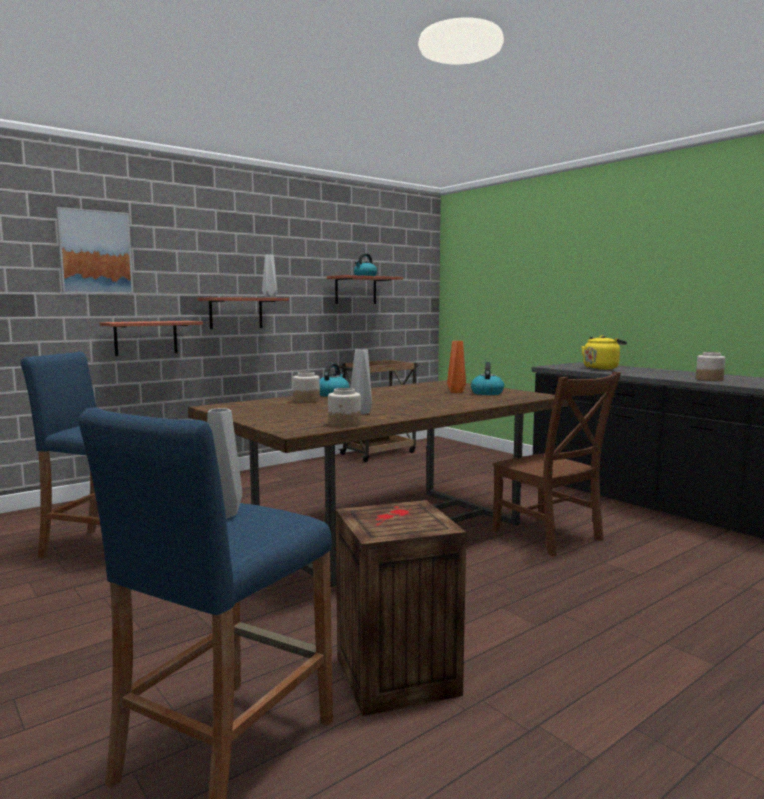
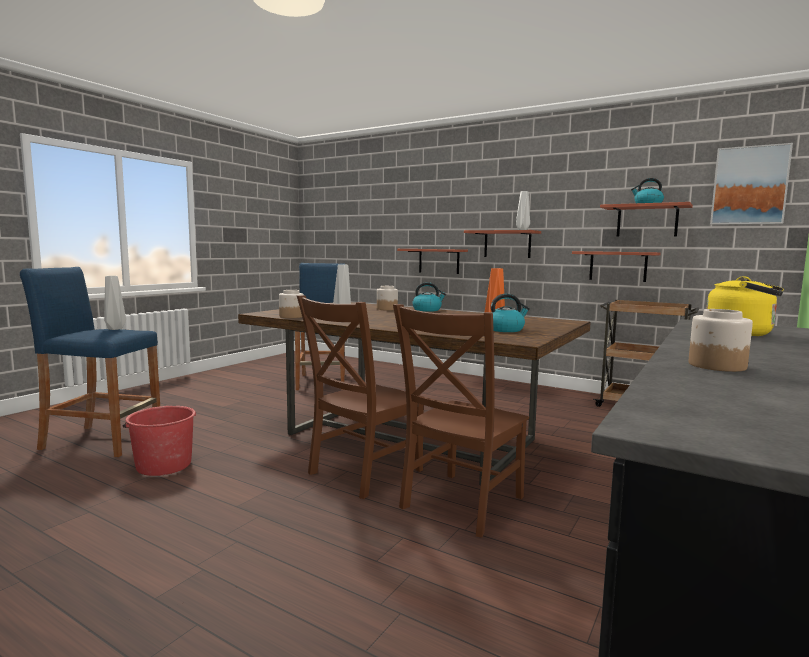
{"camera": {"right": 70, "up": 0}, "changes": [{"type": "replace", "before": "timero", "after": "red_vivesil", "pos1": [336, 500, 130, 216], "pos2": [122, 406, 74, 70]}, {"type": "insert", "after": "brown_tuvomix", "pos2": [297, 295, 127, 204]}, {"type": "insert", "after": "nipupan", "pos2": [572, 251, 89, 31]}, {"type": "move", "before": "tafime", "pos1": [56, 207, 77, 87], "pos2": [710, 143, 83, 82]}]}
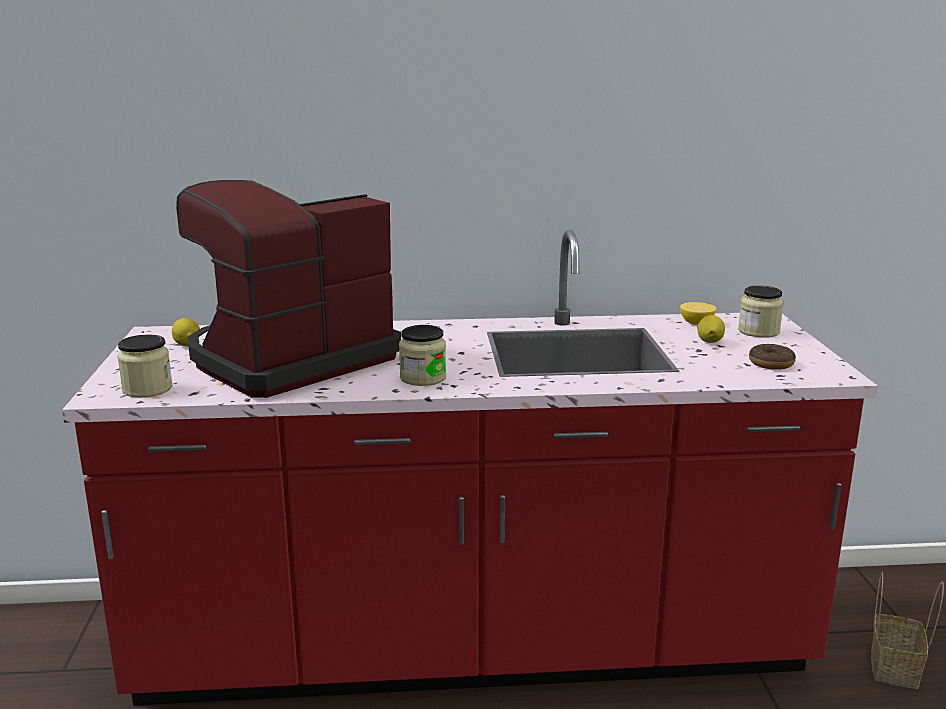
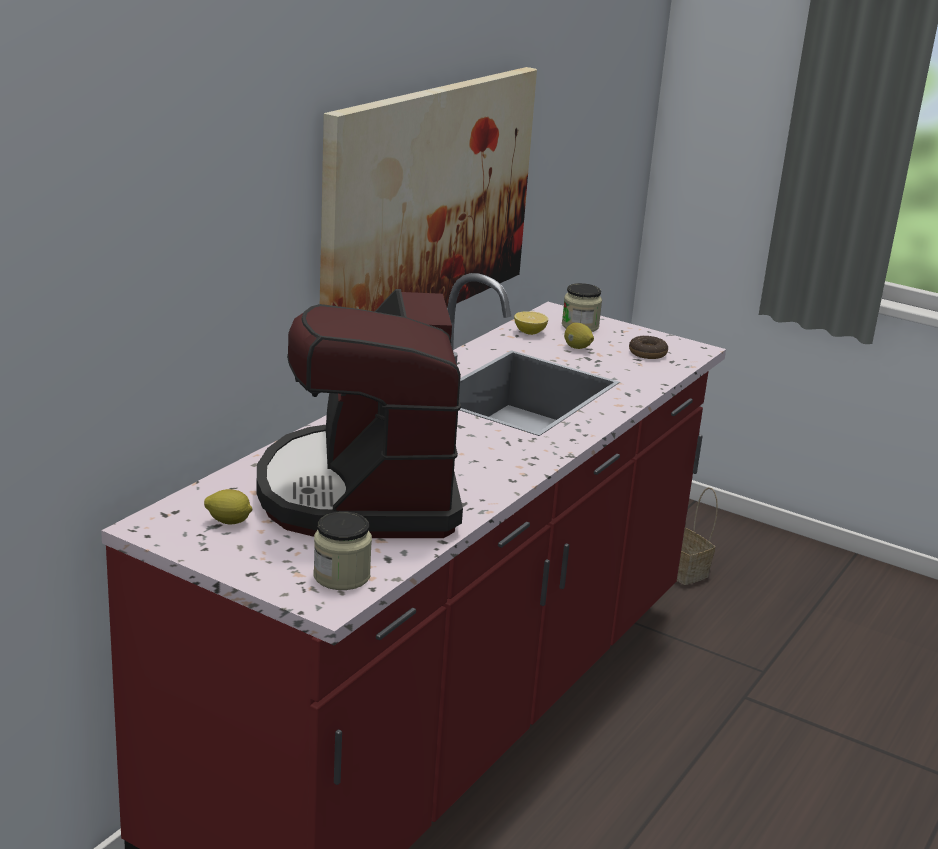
{"camera": {"right": -55, "up": 5}, "changes": [{"type": "insert", "after": "tafime", "pos2": [320, 67, 217, 245]}, {"type": "delete", "before": "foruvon", "pos1": [399, 325, 47, 61]}]}
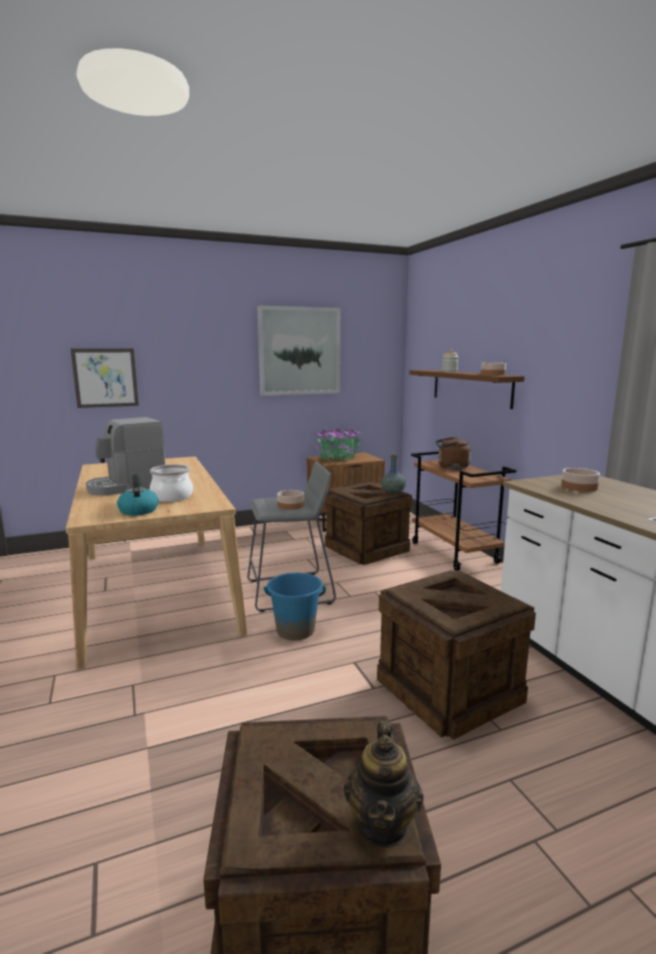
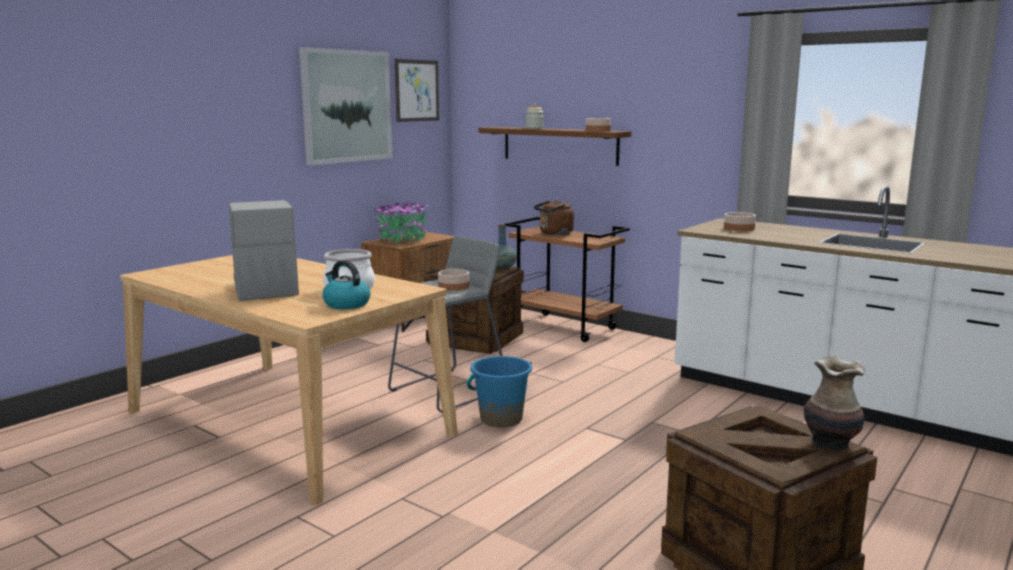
{"camera": {"right": -30, "up": 0}, "changes": [{"type": "rotate", "before": "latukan", "pos1": [86, 417, 79, 79], "pos2": [229, 200, 70, 101], "turn": 135}, {"type": "move", "before": "tafime", "pos1": [71, 349, 68, 59], "pos2": [394, 59, 45, 63]}, {"type": "replace", "before": "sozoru", "after": "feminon", "pos1": [344, 721, 80, 126], "pos2": [803, 355, 62, 96]}, {"type": "delete", "before": "timero", "pos1": [377, 570, 159, 170]}]}
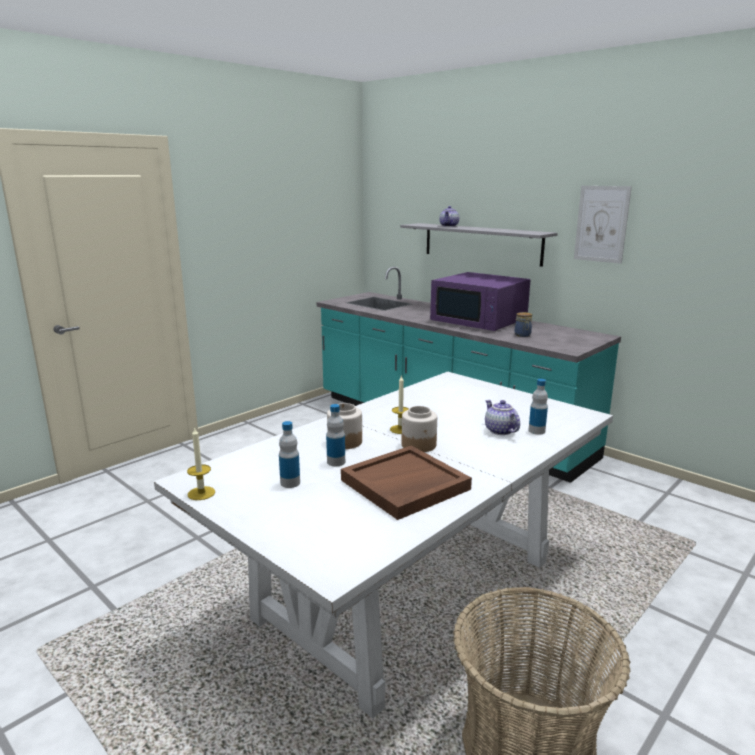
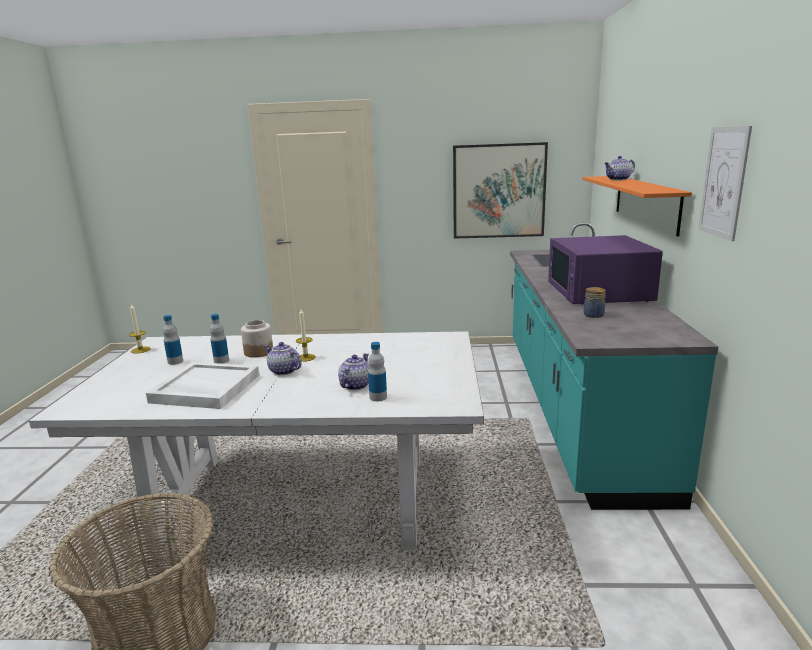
{"camera": {"right": 50, "up": 0}, "changes": [{"type": "recolor", "before": "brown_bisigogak", "after": "white_bisigogak", "pos1": [341, 446, 131, 74], "pos2": [146, 362, 113, 47]}, {"type": "replace", "before": "foruvon", "after": "sozoru", "pos1": [402, 406, 35, 46], "pos2": [264, 342, 38, 33]}, {"type": "insert", "after": "tafime", "pos2": [453, 142, 95, 97]}, {"type": "recolor", "before": "grey_nipupan", "after": "orange_nipupan", "pos1": [400, 223, 158, 44], "pos2": [583, 176, 109, 60]}]}
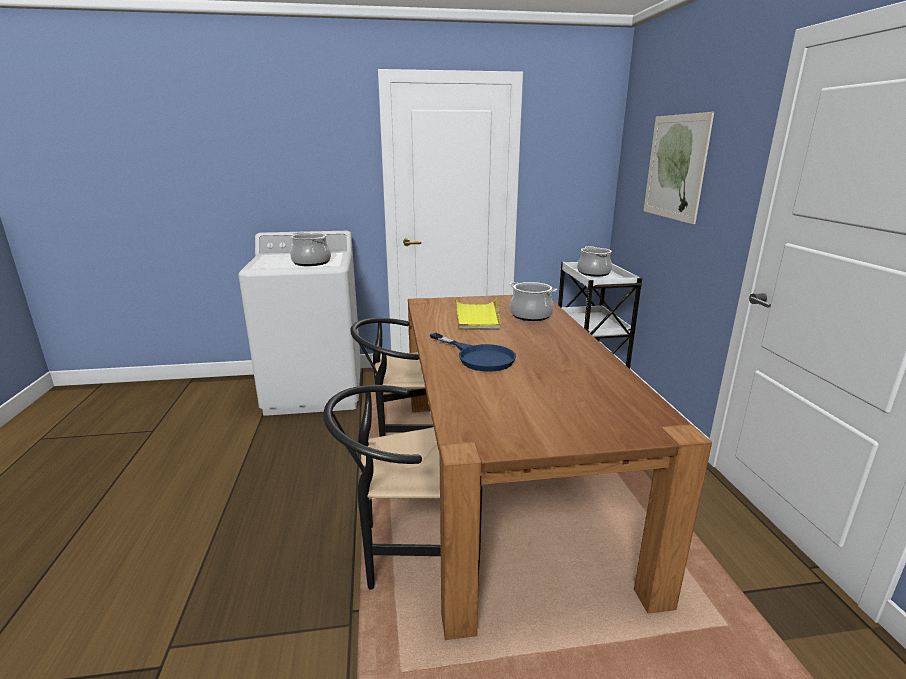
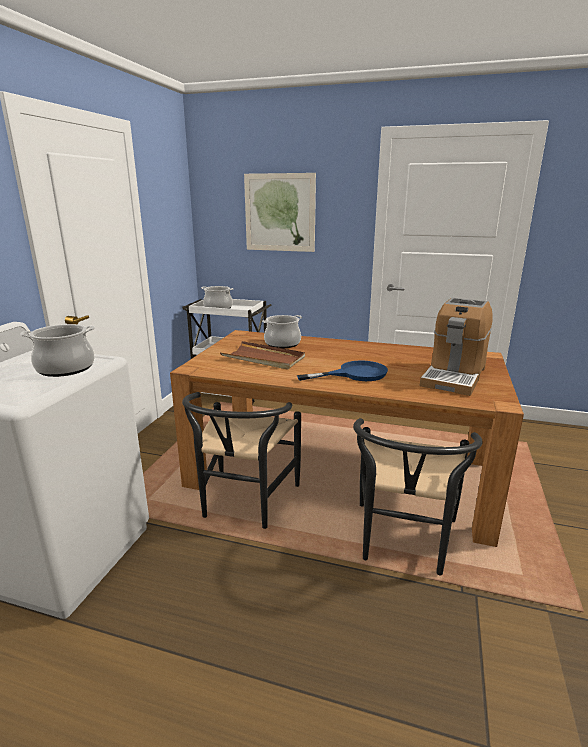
{"camera": {"right": -65, "up": 0}, "changes": [{"type": "recolor", "before": "yellow_bisigogak", "after": "brown_bisigogak", "pos1": [455, 298, 45, 32], "pos2": [220, 341, 85, 29]}, {"type": "insert", "after": "latukan", "pos2": [420, 298, 73, 98]}]}
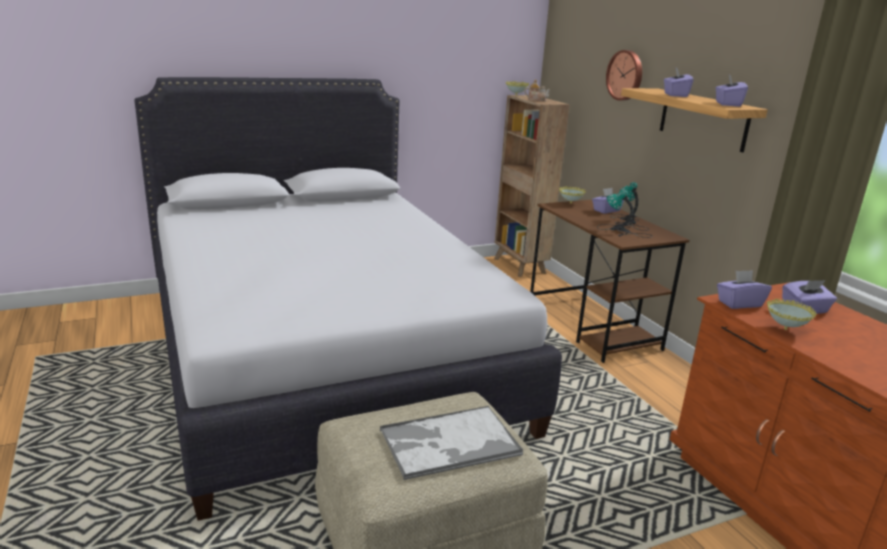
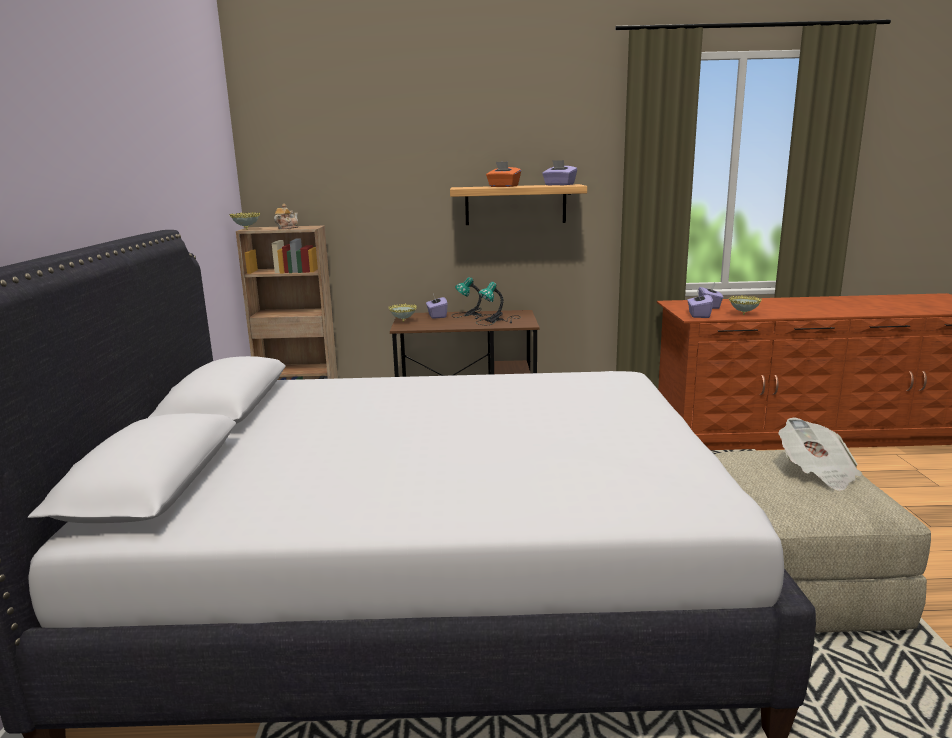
{"camera": {"right": -65, "up": -5}, "changes": [{"type": "recolor", "before": "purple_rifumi", "after": "orange_rifumi", "pos1": [664, 68, 29, 29], "pos2": [486, 162, 35, 25]}, {"type": "replace", "before": "bisigogak", "after": "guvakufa", "pos1": [380, 406, 143, 74], "pos2": [779, 418, 83, 73]}, {"type": "delete", "before": "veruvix", "pos1": [606, 50, 36, 51]}]}
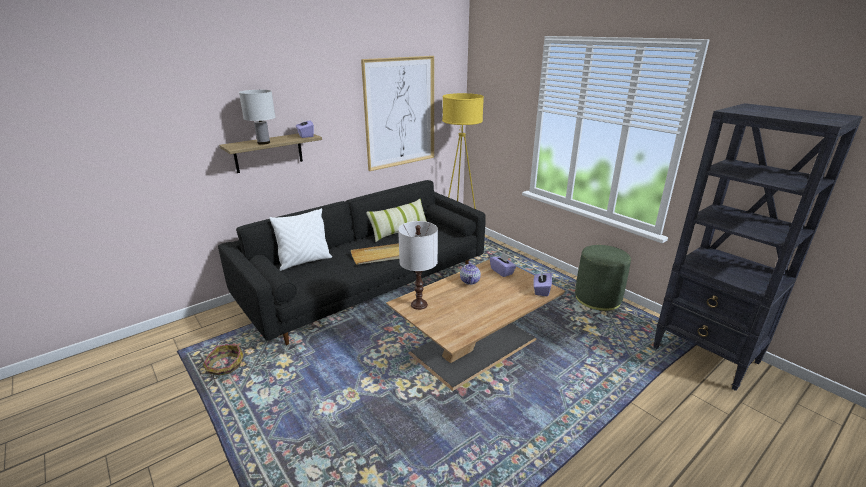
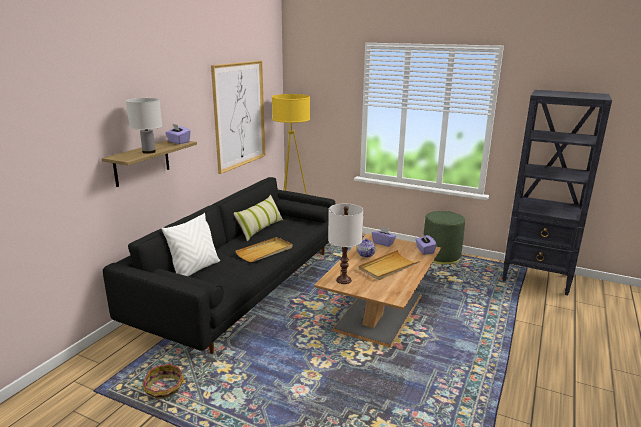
{"camera": {"right": -25, "up": -5}, "changes": [{"type": "insert", "after": "beige_bisigogak", "pos2": [359, 250, 61, 30]}]}
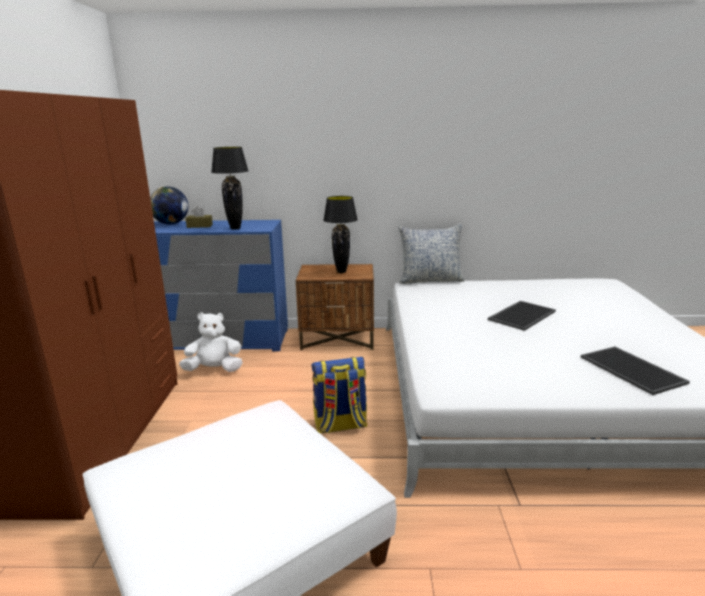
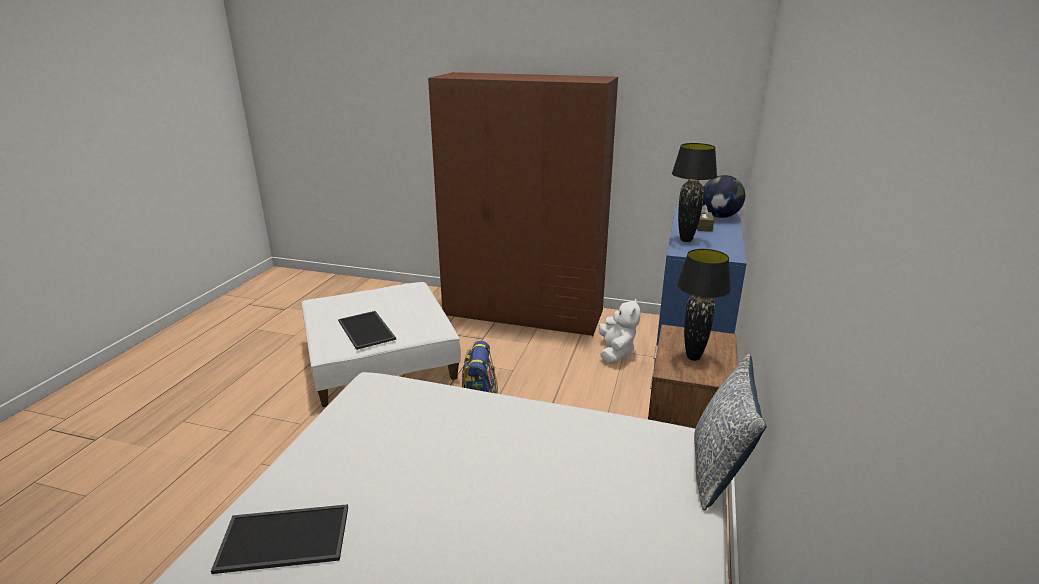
{"camera": {"right": 105, "up": 5}, "changes": [{"type": "move", "before": "bisigogak", "pos1": [488, 301, 68, 30], "pos2": [338, 311, 58, 39]}]}
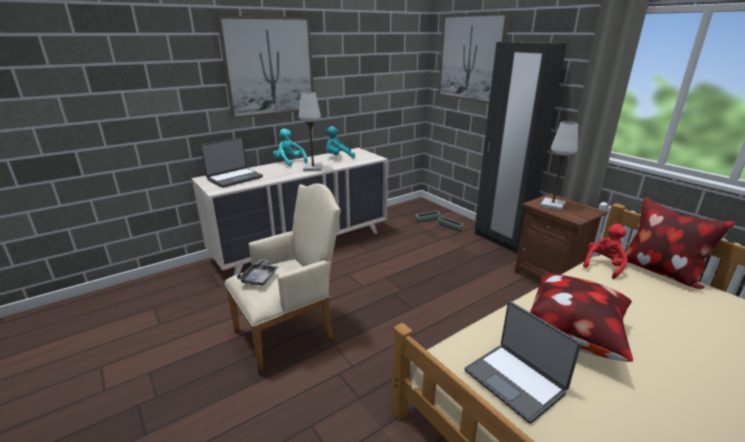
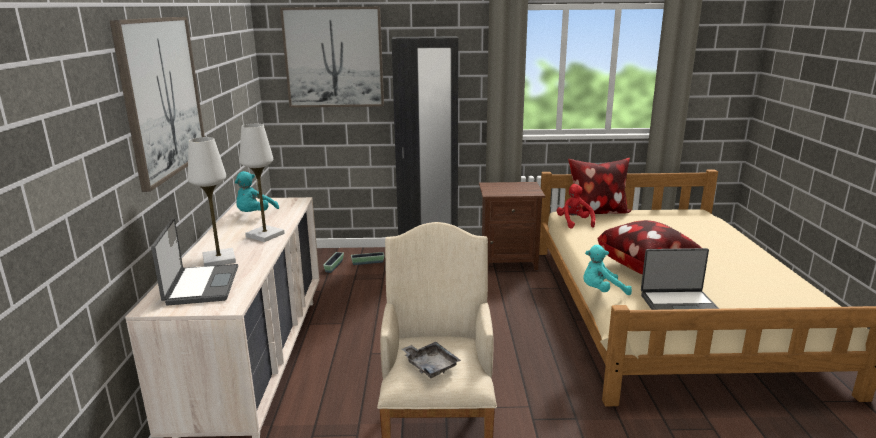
{"camera": {"right": -55, "up": -5}, "changes": [{"type": "move", "before": "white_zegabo", "pos1": [540, 121, 38, 90], "pos2": [188, 137, 48, 129]}, {"type": "move", "before": "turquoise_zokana", "pos1": [273, 129, 35, 37], "pos2": [583, 245, 49, 50]}]}
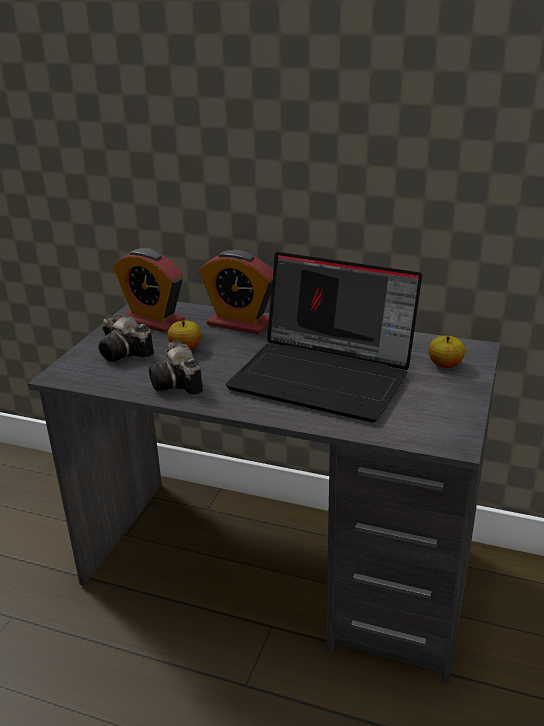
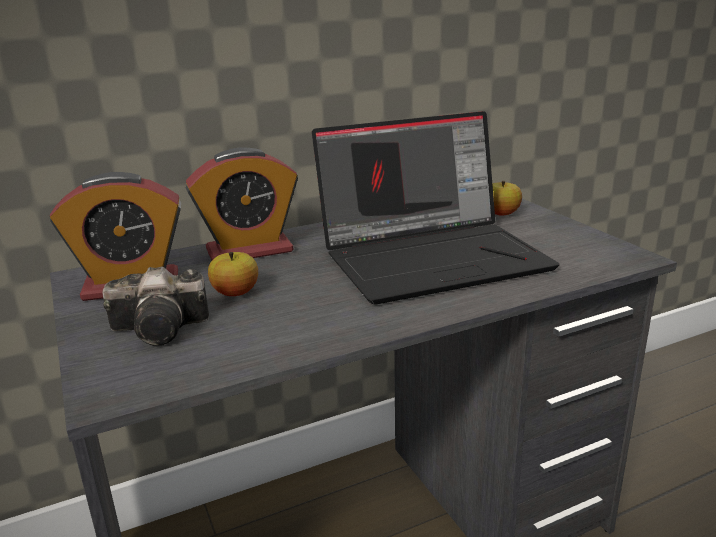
{"camera": {"right": -45, "up": -5}, "changes": [{"type": "delete", "before": "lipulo", "pos1": [149, 340, 54, 56]}]}
